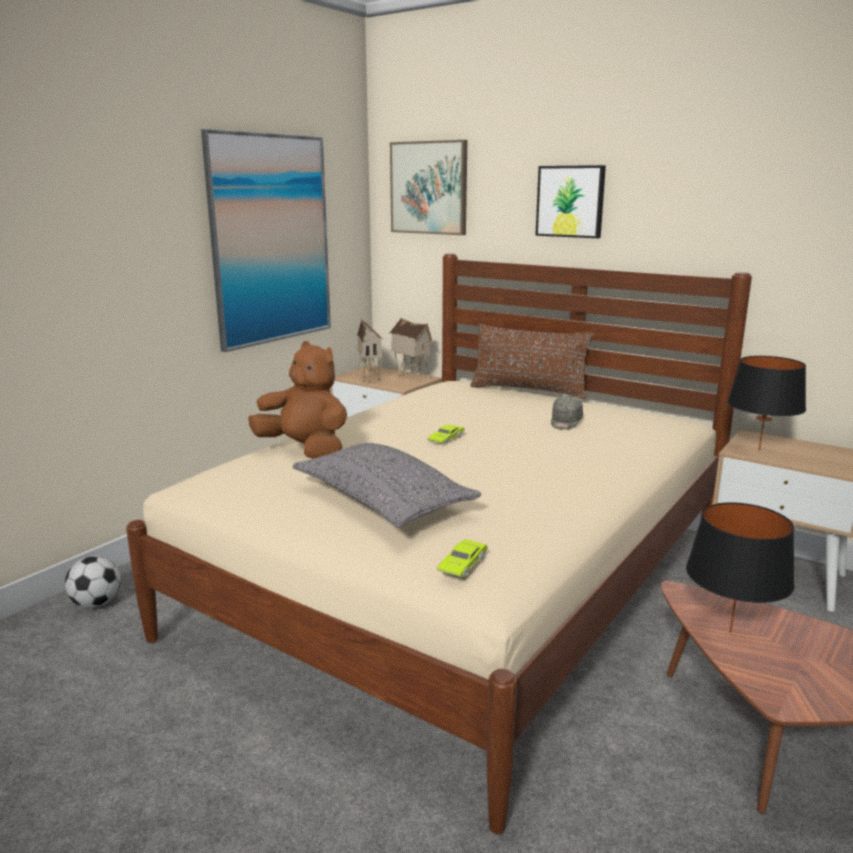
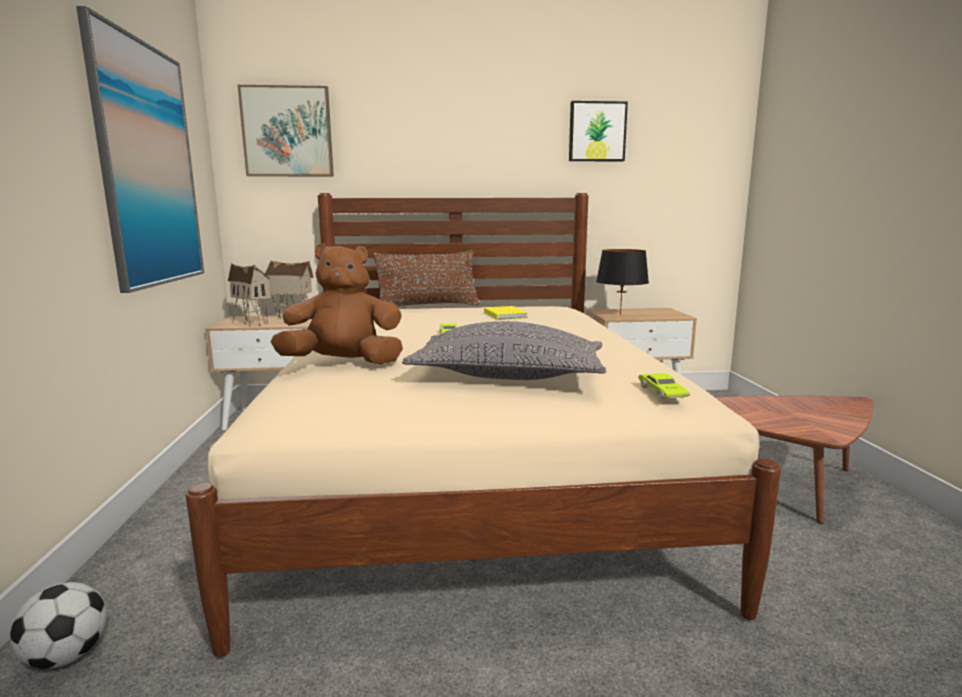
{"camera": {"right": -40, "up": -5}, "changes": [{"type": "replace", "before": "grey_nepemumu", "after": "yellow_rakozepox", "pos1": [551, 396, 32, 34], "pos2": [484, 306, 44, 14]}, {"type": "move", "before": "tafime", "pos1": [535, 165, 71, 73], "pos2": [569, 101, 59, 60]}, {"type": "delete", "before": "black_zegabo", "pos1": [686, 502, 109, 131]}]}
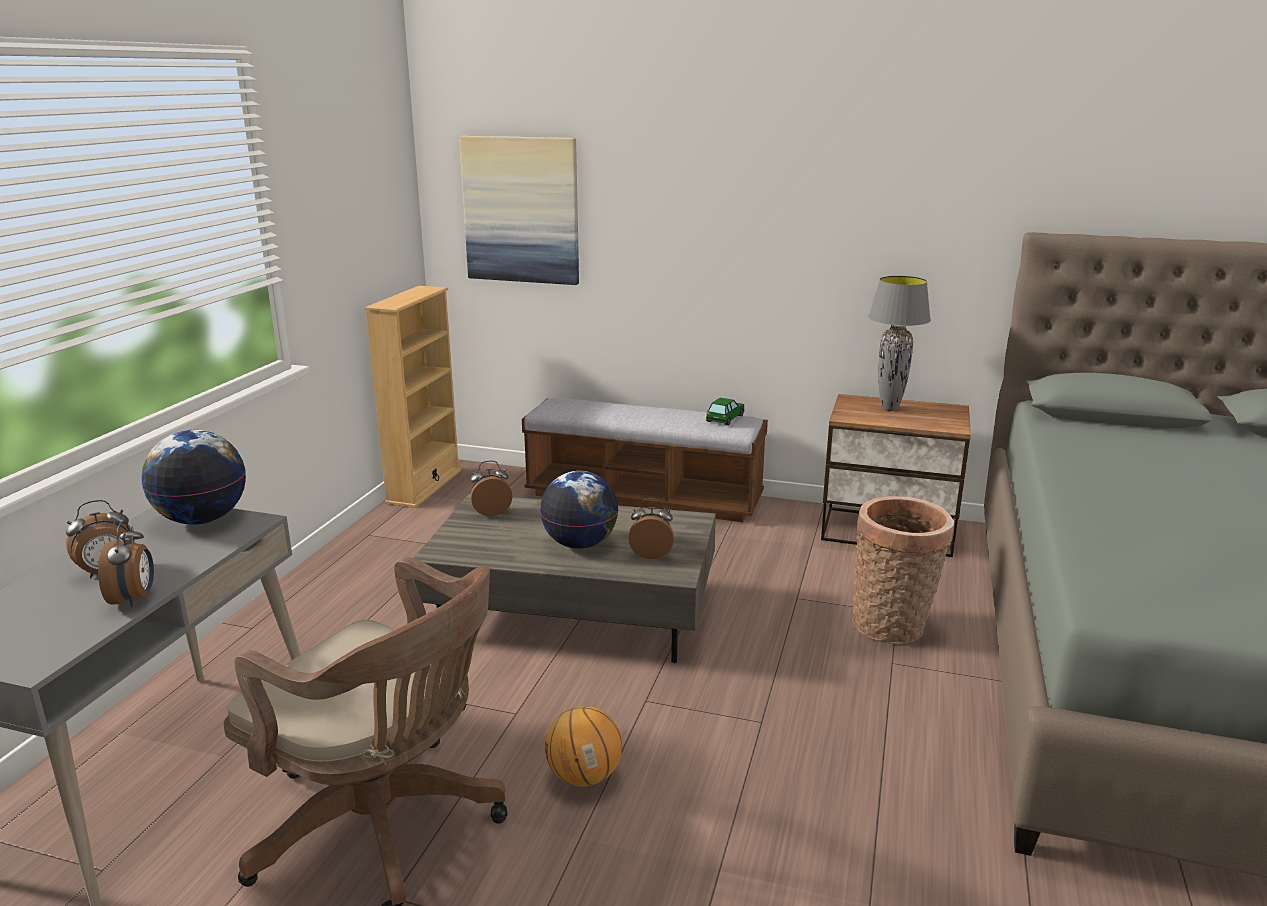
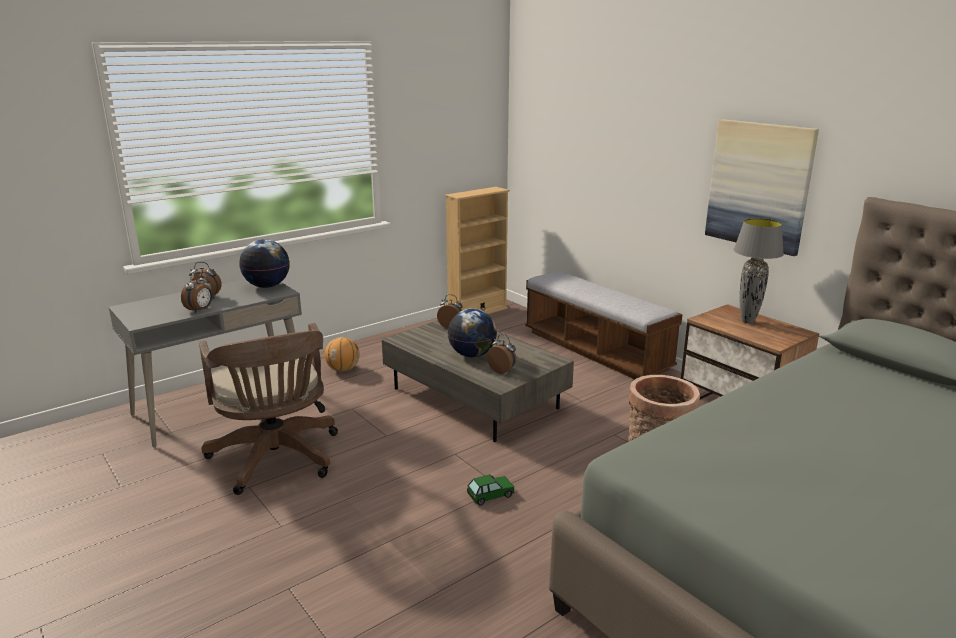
{"camera": {"right": 35, "up": 0}, "changes": [{"type": "move", "before": "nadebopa", "pos1": [545, 706, 77, 81], "pos2": [325, 337, 35, 35]}, {"type": "move", "before": "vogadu", "pos1": [706, 398, 38, 27], "pos2": [467, 474, 47, 32]}, {"type": "move", "before": "tafime", "pos1": [459, 136, 120, 149], "pos2": [705, 119, 114, 137]}]}
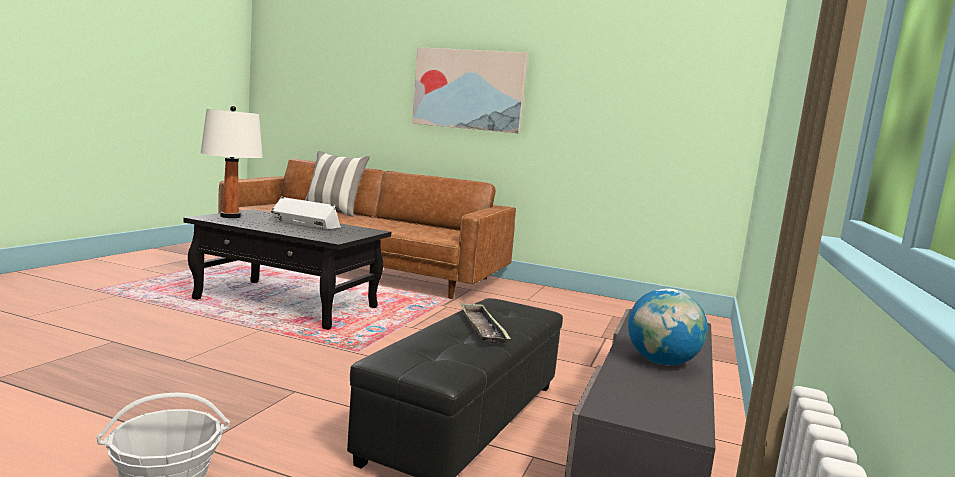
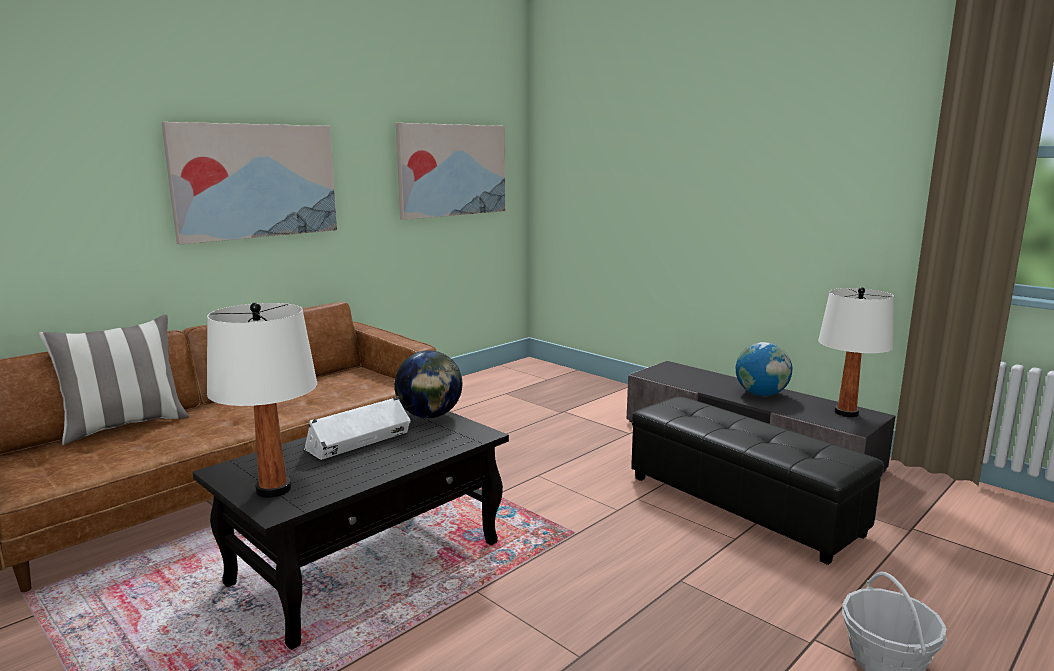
{"camera": {"right": -65, "up": 5}, "changes": [{"type": "insert", "after": "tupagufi", "pos2": [394, 351, 68, 68]}, {"type": "insert", "after": "tafime", "pos2": [396, 123, 109, 97]}, {"type": "insert", "after": "white_zegabo", "pos2": [818, 287, 76, 130]}, {"type": "delete", "before": "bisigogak", "pos1": [459, 302, 52, 41]}]}
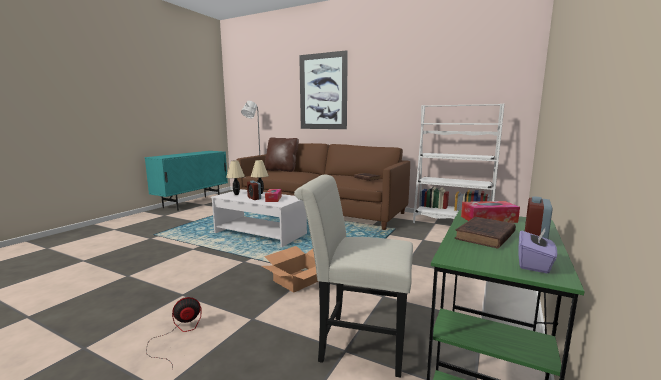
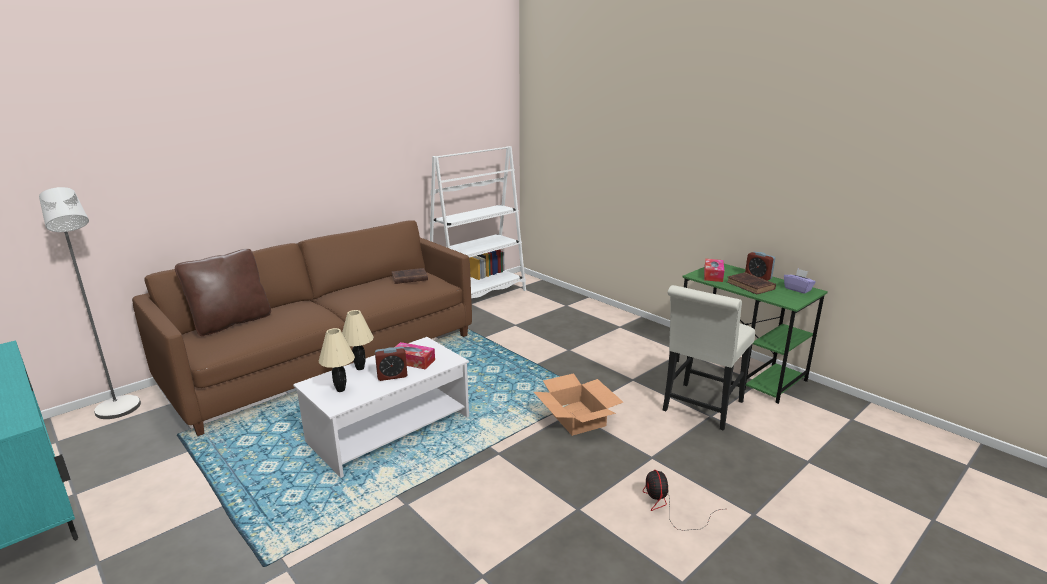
{"camera": {"right": -70, "up": 10}, "changes": [{"type": "delete", "before": "tafime", "pos1": [299, 50, 49, 79]}]}
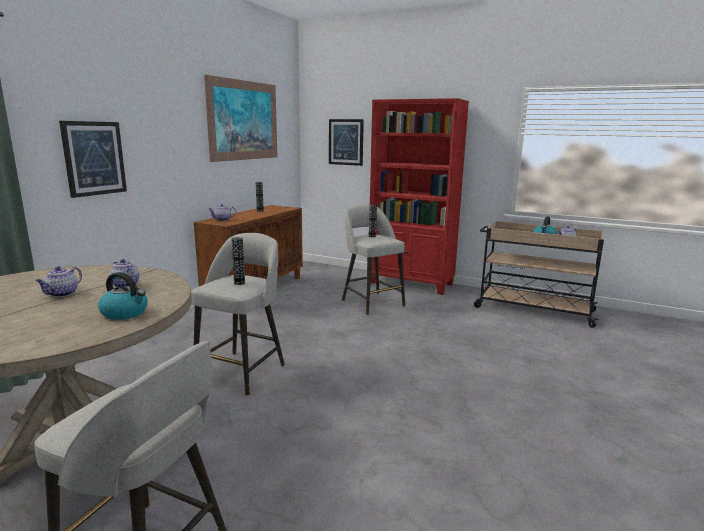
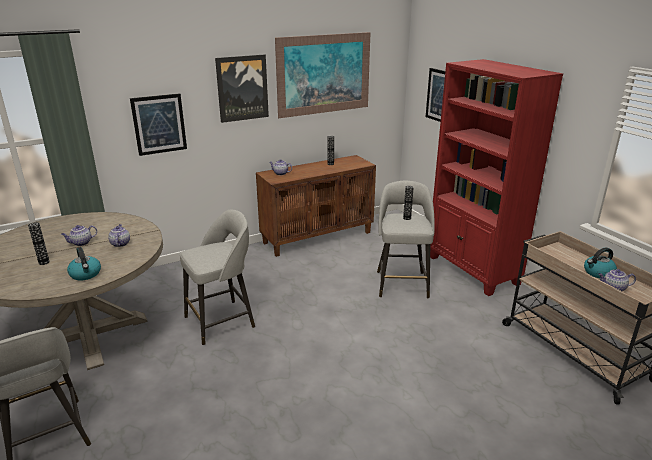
{"camera": {"right": 35, "up": 10}, "changes": [{"type": "move", "before": "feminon", "pos1": [231, 237, 14, 48], "pos2": [28, 222, 22, 43]}, {"type": "insert", "after": "tafime", "pos2": [215, 55, 54, 68]}]}
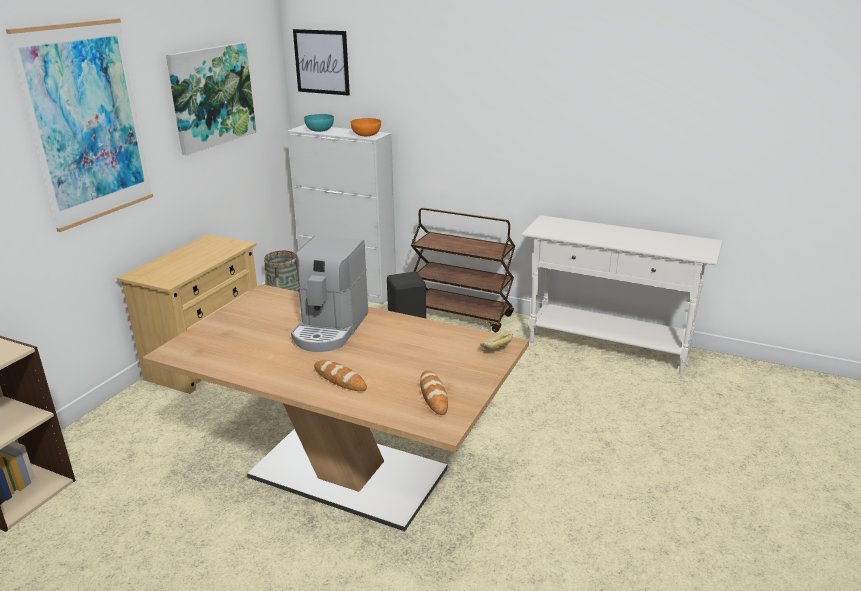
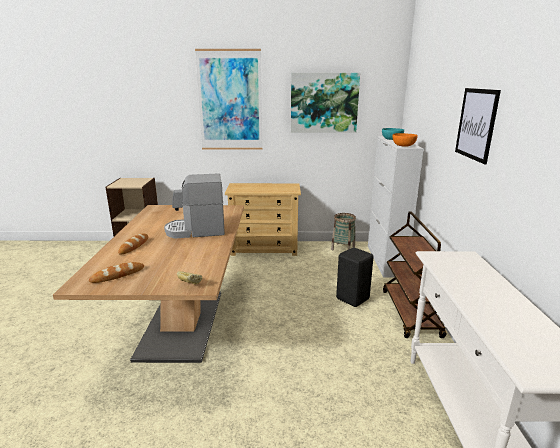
{"camera": {"right": 65, "up": -5}, "changes": [{"type": "move", "before": "tafime", "pos1": [293, 29, 57, 67], "pos2": [455, 88, 46, 76]}]}
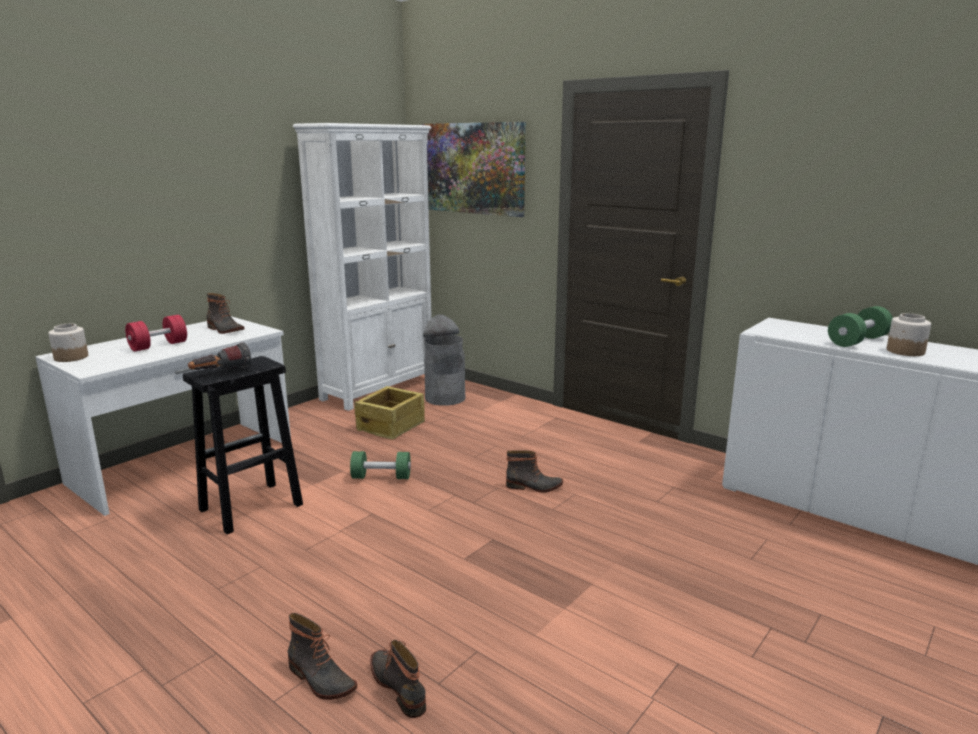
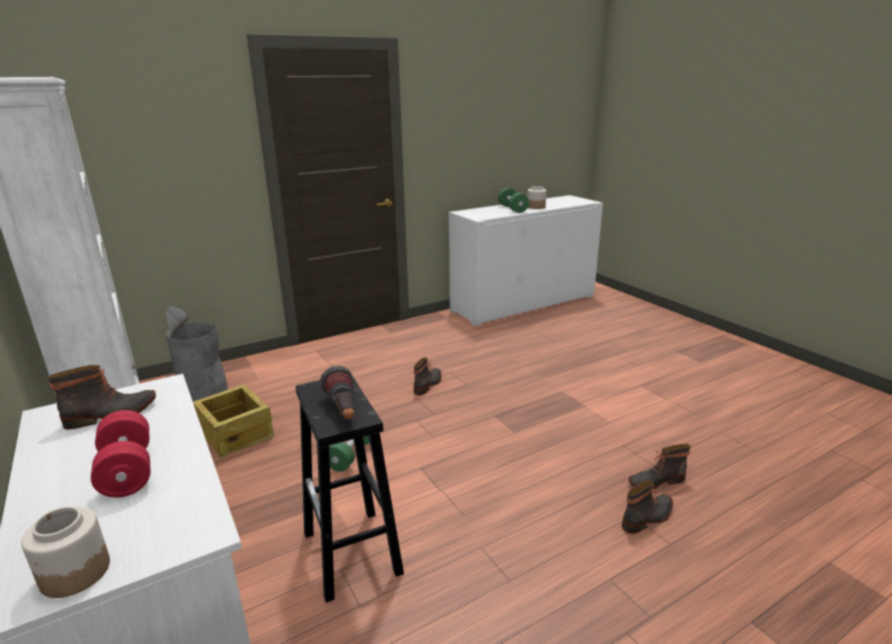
{"camera": {"right": -70, "up": 5}, "changes": [{"type": "delete", "before": "tafime", "pos1": [422, 122, 104, 95]}]}
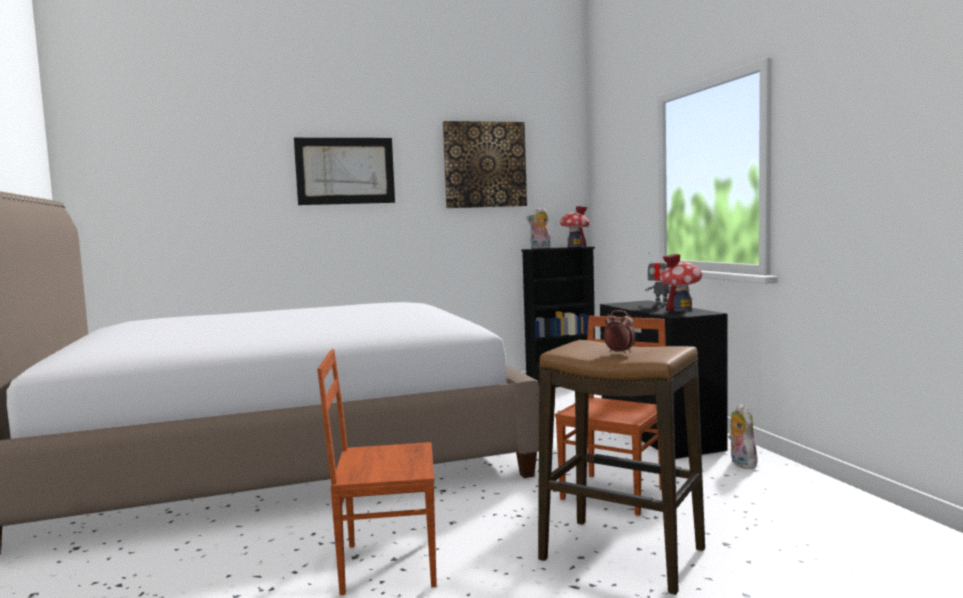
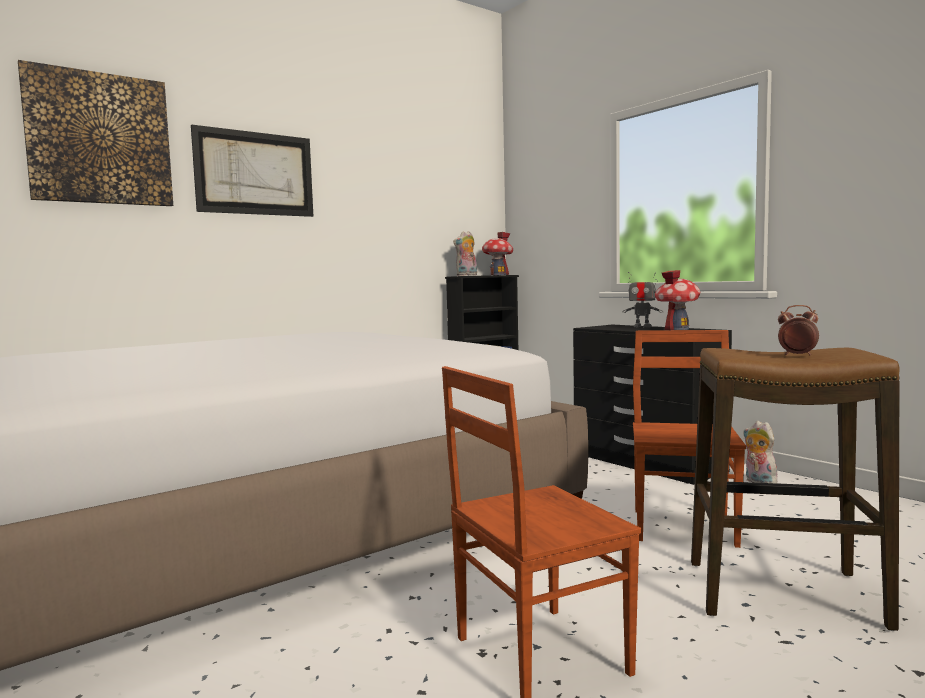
{"camera": {"right": -20, "up": 0}, "changes": [{"type": "move", "before": "tafime", "pos1": [443, 121, 84, 87], "pos2": [18, 60, 155, 146]}]}
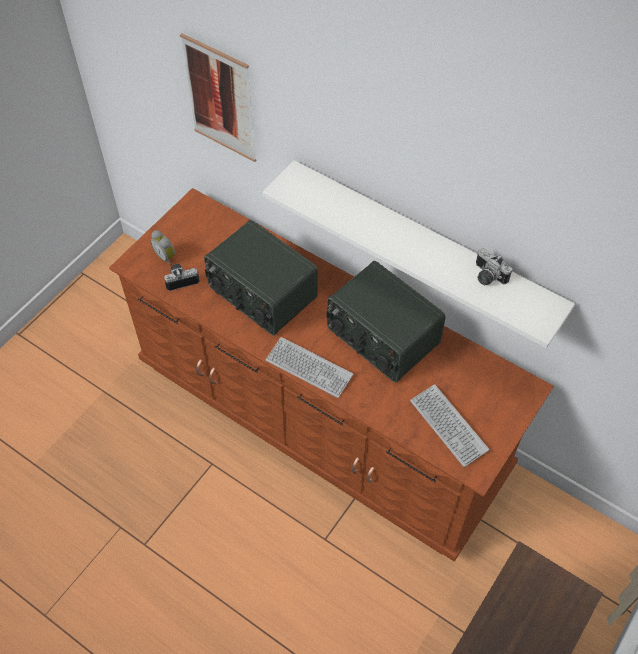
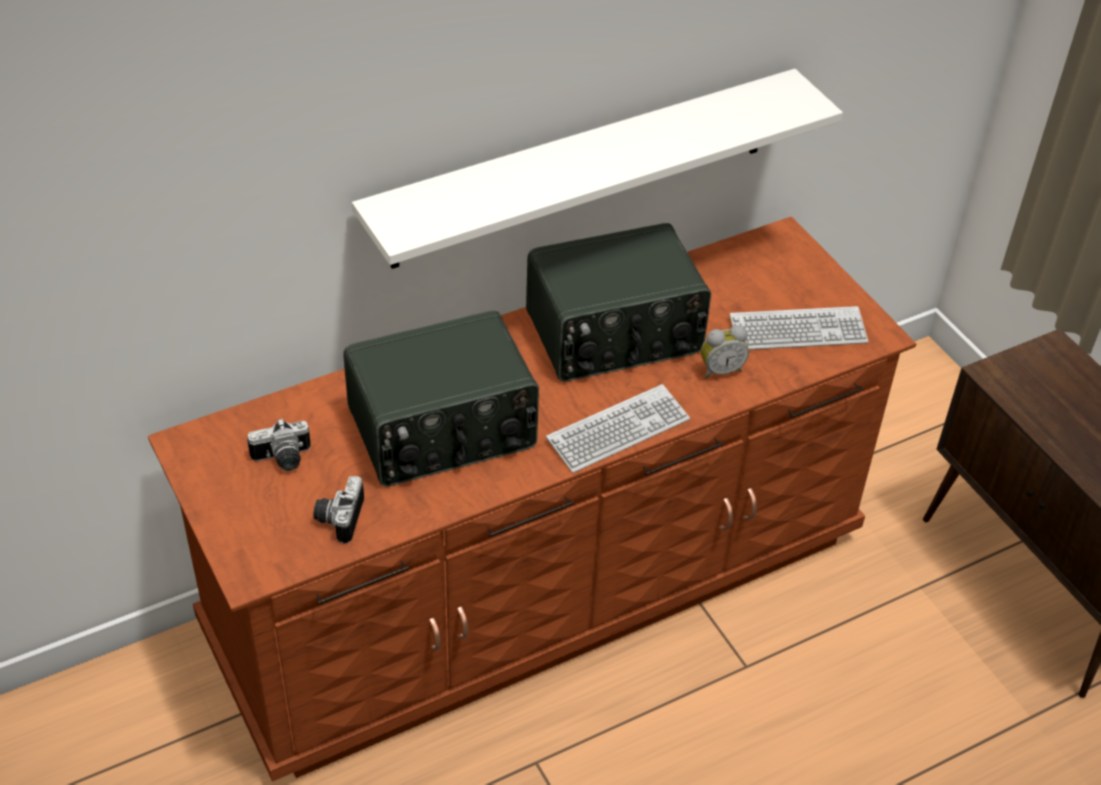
{"camera": {"right": -65, "up": -10}, "changes": [{"type": "move", "before": "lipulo", "pos1": [476, 248, 36, 37], "pos2": [247, 418, 64, 53]}, {"type": "move", "before": "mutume", "pos1": [150, 230, 25, 35], "pos2": [701, 325, 48, 54]}, {"type": "delete", "before": "tafime", "pos1": [180, 33, 76, 129]}]}
